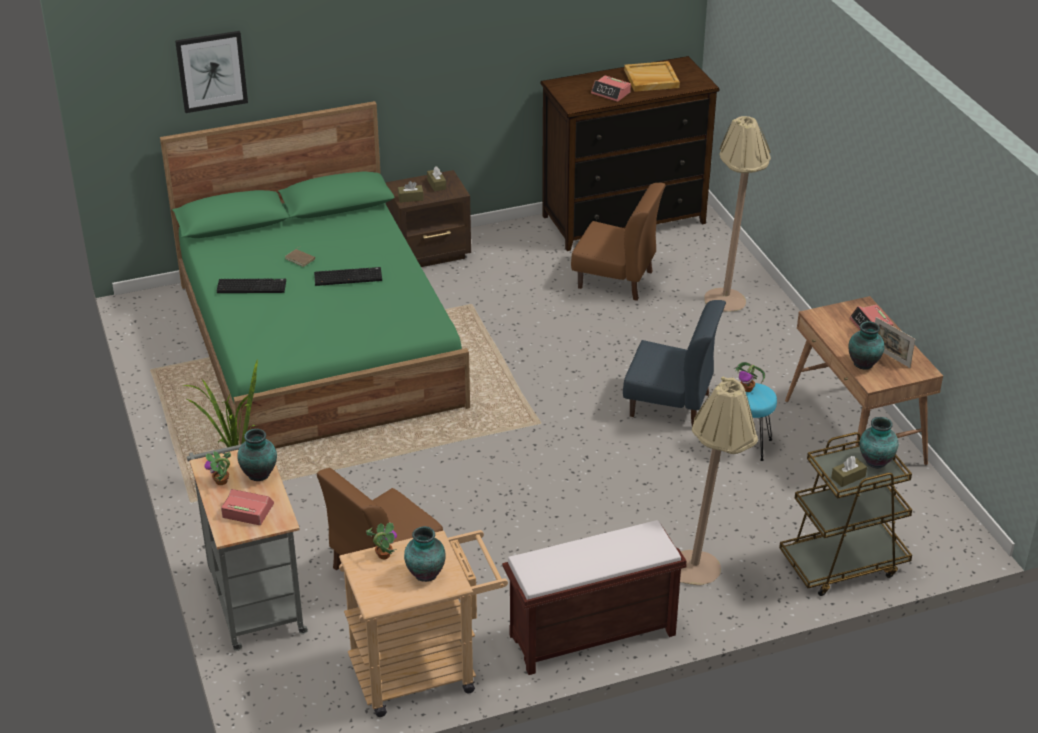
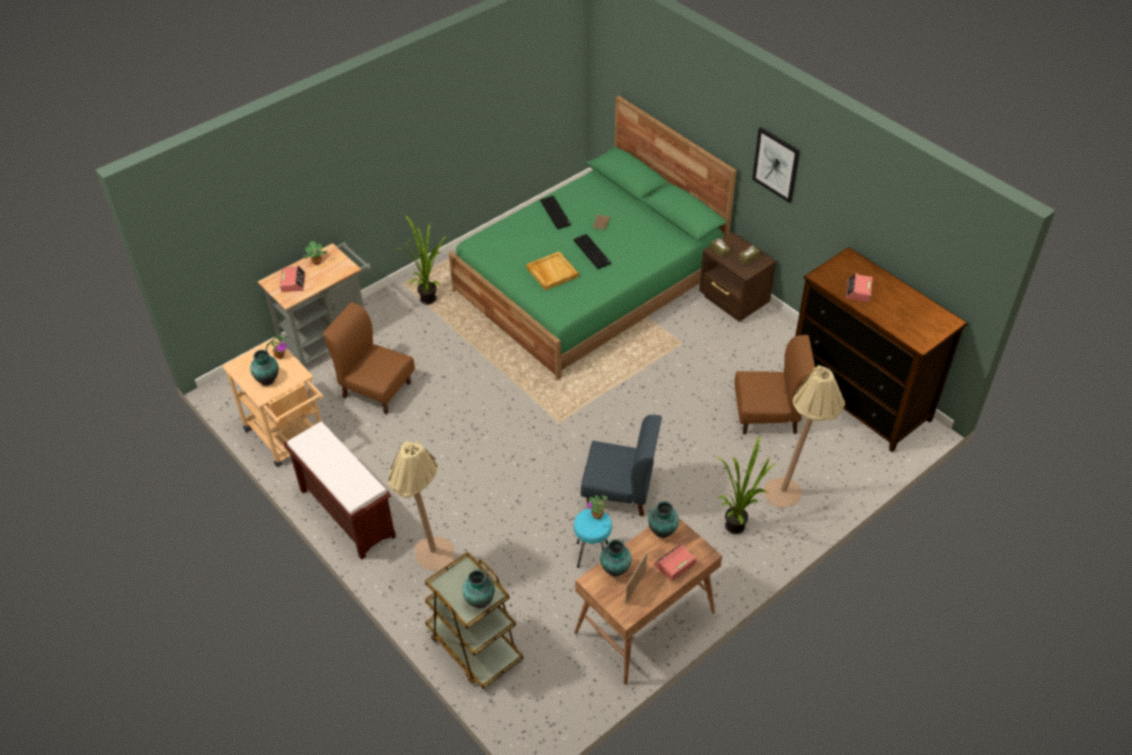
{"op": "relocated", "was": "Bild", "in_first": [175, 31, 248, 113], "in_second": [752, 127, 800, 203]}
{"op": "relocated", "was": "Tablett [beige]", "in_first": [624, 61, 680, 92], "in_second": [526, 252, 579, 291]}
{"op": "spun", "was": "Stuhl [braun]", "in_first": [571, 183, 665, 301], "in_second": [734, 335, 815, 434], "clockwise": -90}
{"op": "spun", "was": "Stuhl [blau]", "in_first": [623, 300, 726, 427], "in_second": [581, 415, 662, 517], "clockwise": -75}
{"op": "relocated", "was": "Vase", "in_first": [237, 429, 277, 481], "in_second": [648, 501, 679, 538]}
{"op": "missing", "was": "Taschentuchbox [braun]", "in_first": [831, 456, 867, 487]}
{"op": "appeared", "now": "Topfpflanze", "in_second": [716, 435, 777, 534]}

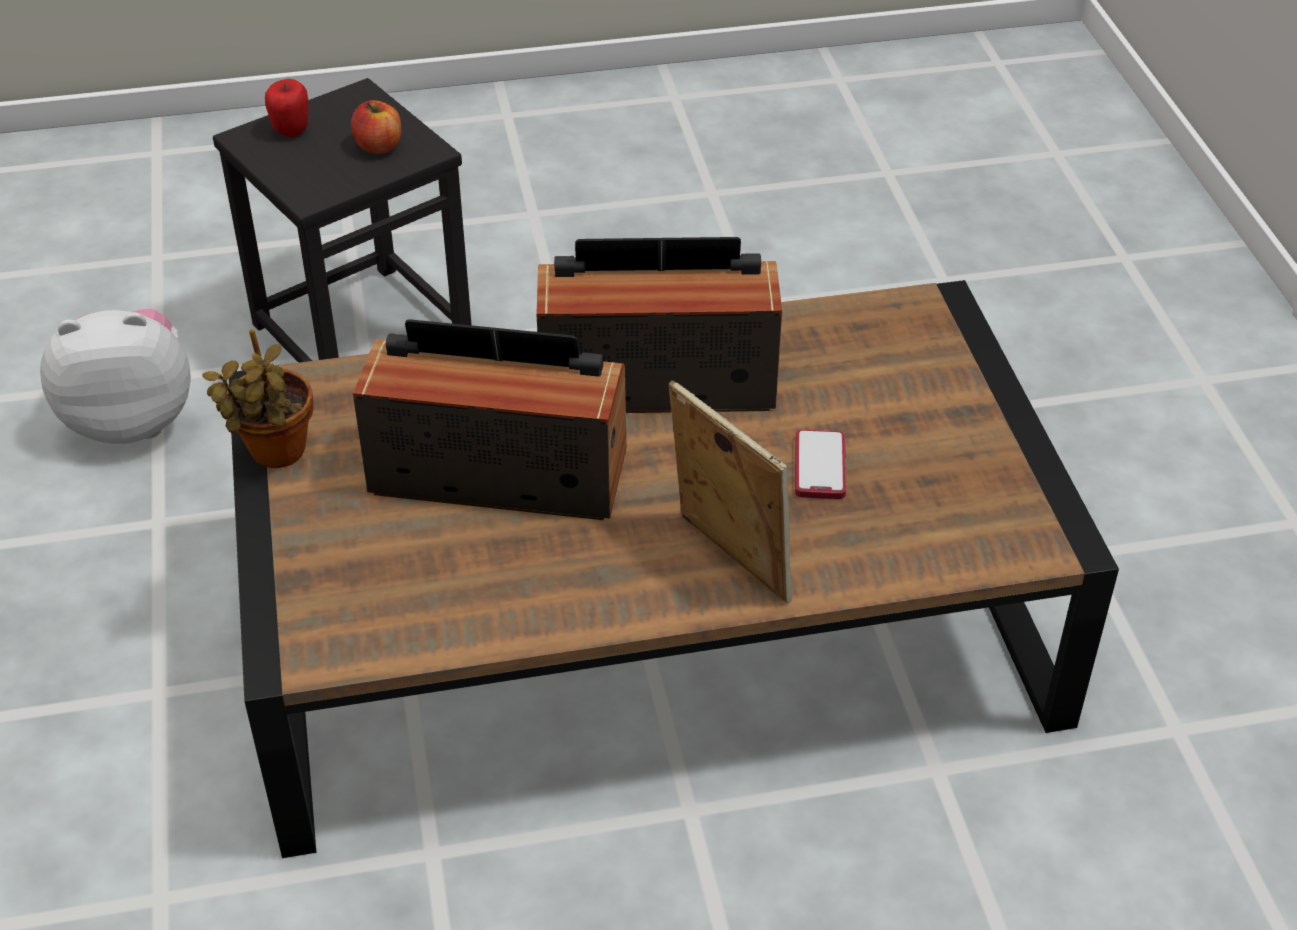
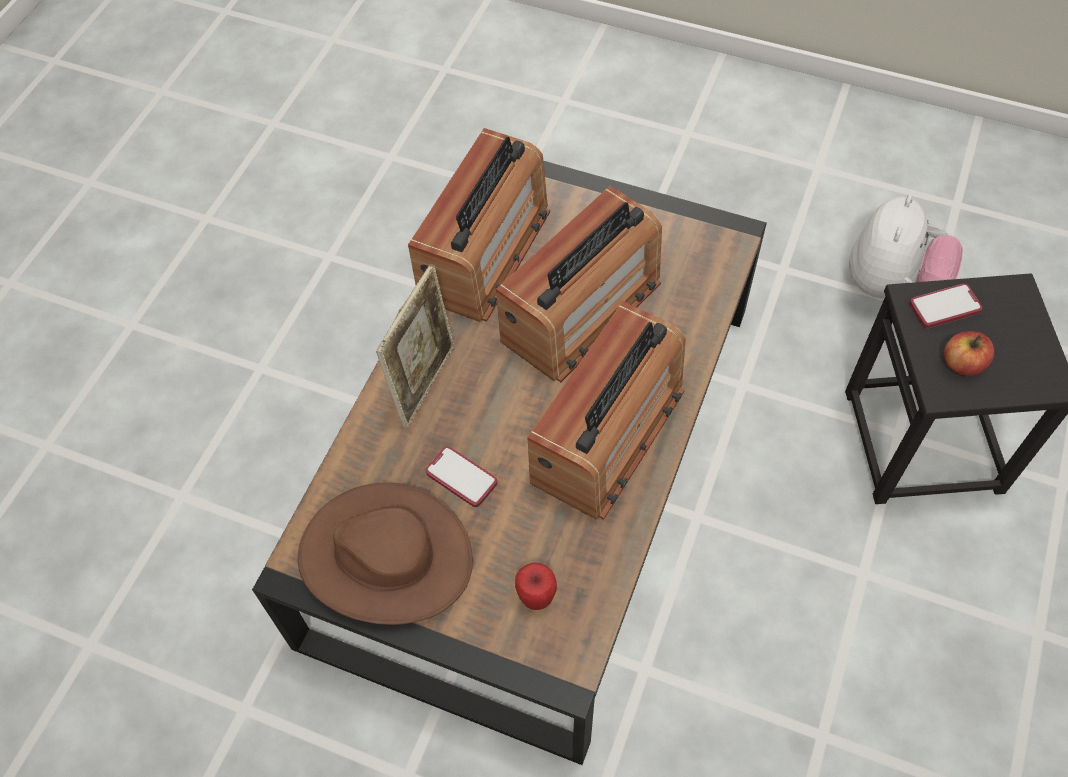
{"op": "relocated", "was": "Apfel", "in_first": [265, 79, 308, 137], "in_second": [515, 562, 557, 610]}
{"op": "missing", "was": "Topfpflanze", "in_first": [202, 329, 313, 468]}
{"op": "spun", "was": "Bilderrahmen", "in_first": [669, 380, 792, 604], "in_second": [376, 264, 454, 428], "clockwise": -60}
{"op": "appeared", "now": "Radio", "in_second": [408, 128, 550, 322]}
{"op": "appeared", "now": "Handy", "in_second": [909, 284, 982, 328]}
{"op": "appeared", "now": "Hut [braun]", "in_second": [298, 482, 473, 625]}

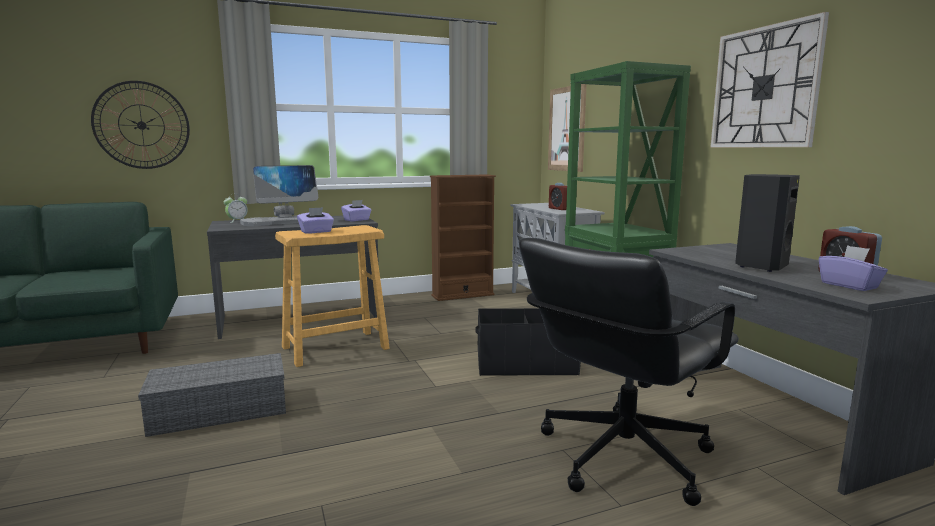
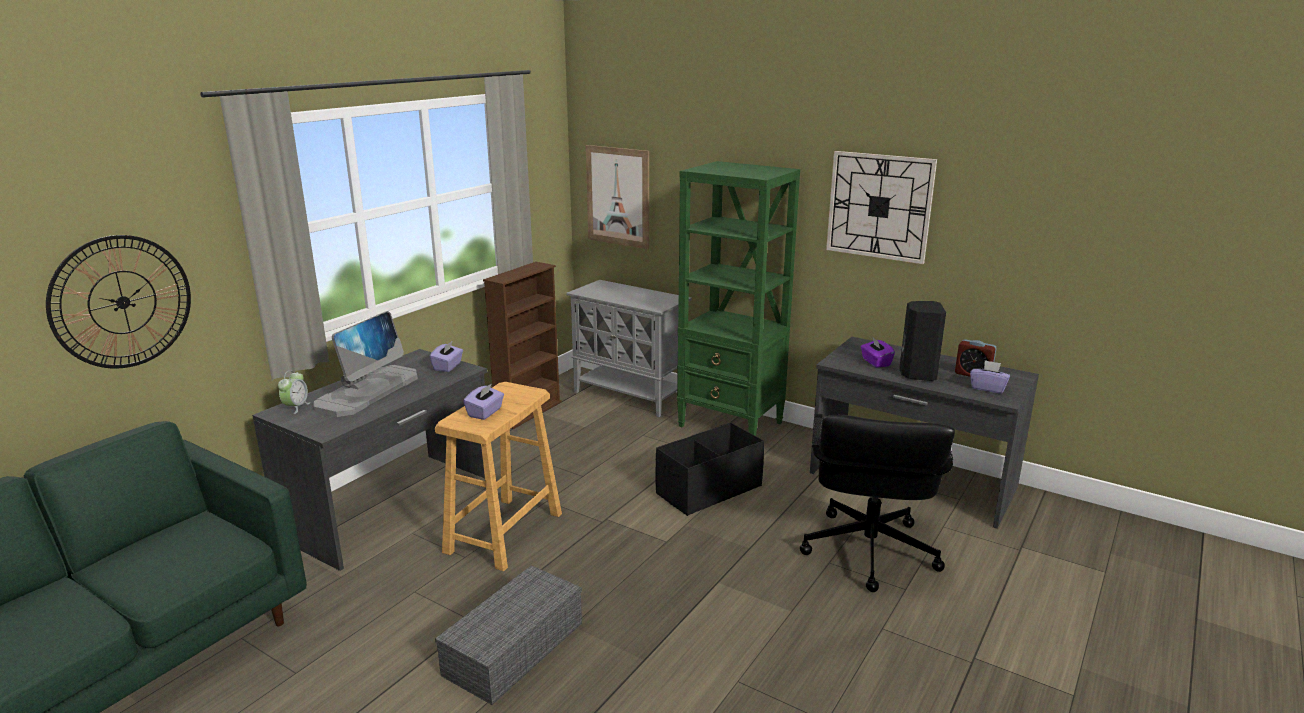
{"op": "missing", "was": "Wecker", "in_first": [549, 183, 567, 210]}
{"op": "appeared", "now": "Taschentuchbox [lila]", "in_second": [861, 336, 895, 368]}

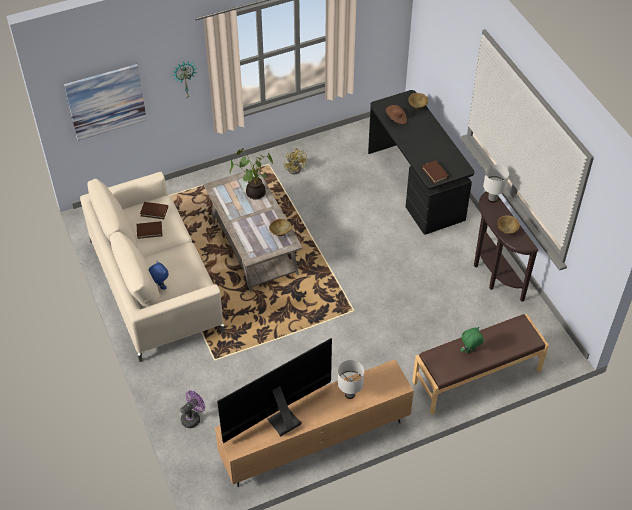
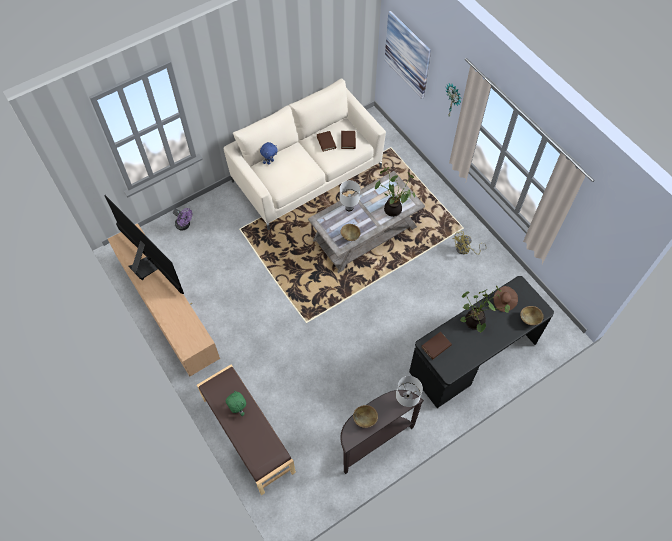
{"op": "relocated", "was": "Tischlampe [weiß]", "in_first": [338, 360, 364, 399], "in_second": [340, 180, 360, 211]}
{"op": "appeared", "now": "Topfpflanze", "in_second": [460, 285, 510, 333]}

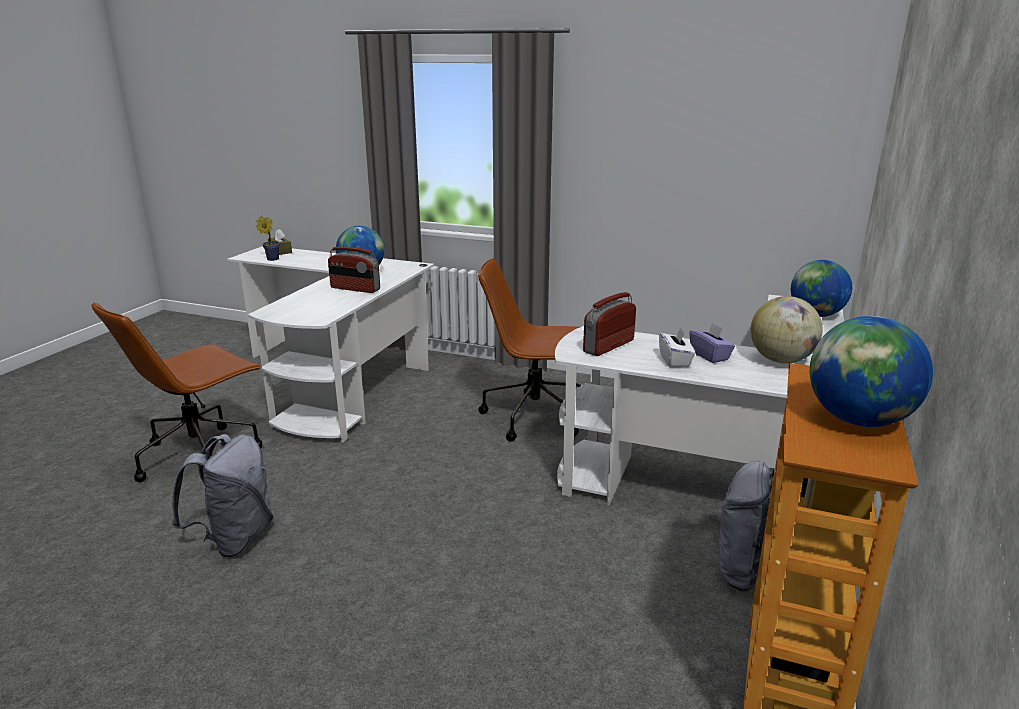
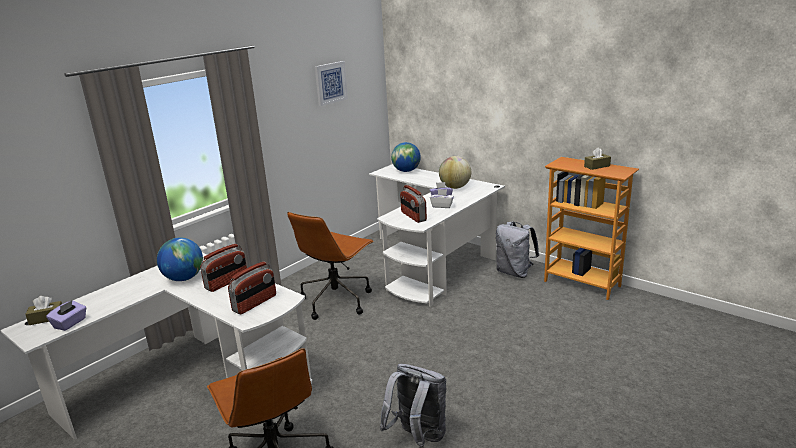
{"op": "exchanged", "was": "Topfpflanze", "now": "Taschentuchbox [lila]", "in_first": [256, 216, 280, 261], "in_second": [46, 300, 86, 331]}
{"op": "exchanged", "was": "Globus", "now": "Taschentuchbox [braun]", "in_first": [810, 316, 933, 427], "in_second": [584, 147, 611, 170]}
{"op": "appeared", "now": "Bild", "in_second": [315, 61, 348, 106]}
{"op": "appeared", "now": "Radio", "in_second": [228, 262, 276, 315]}

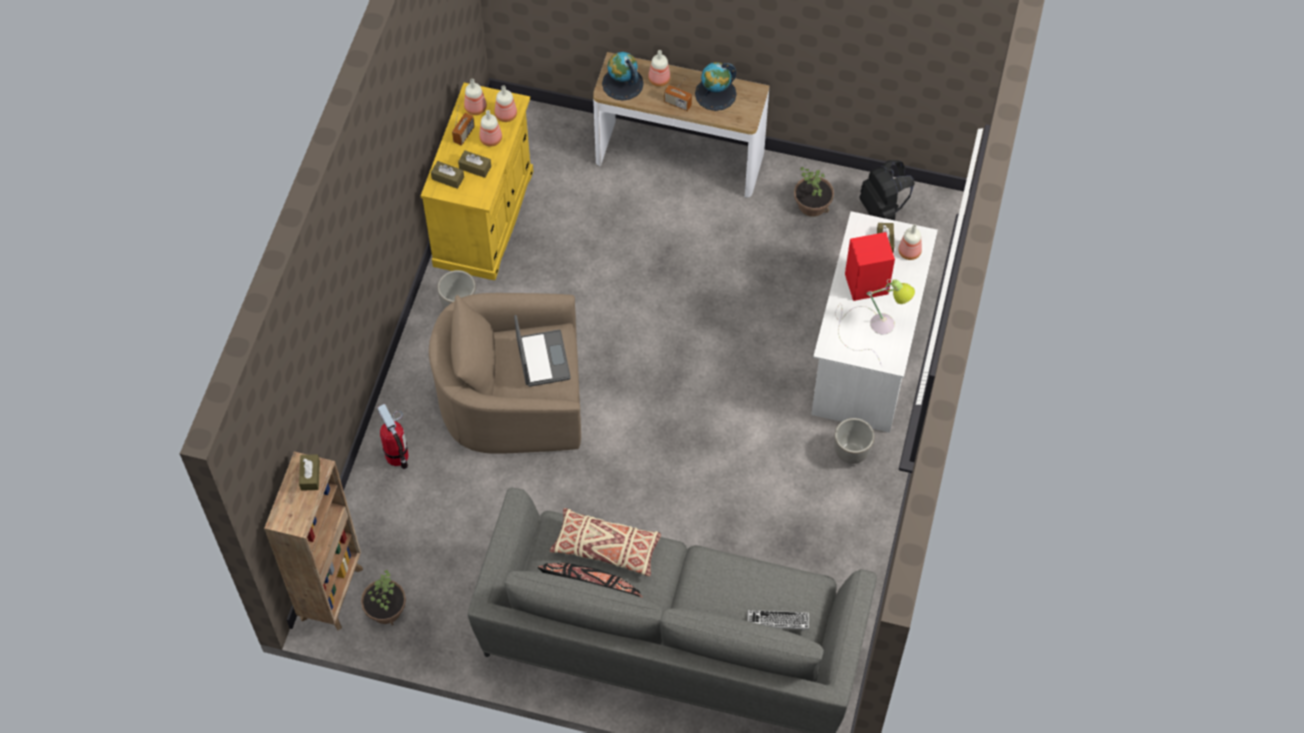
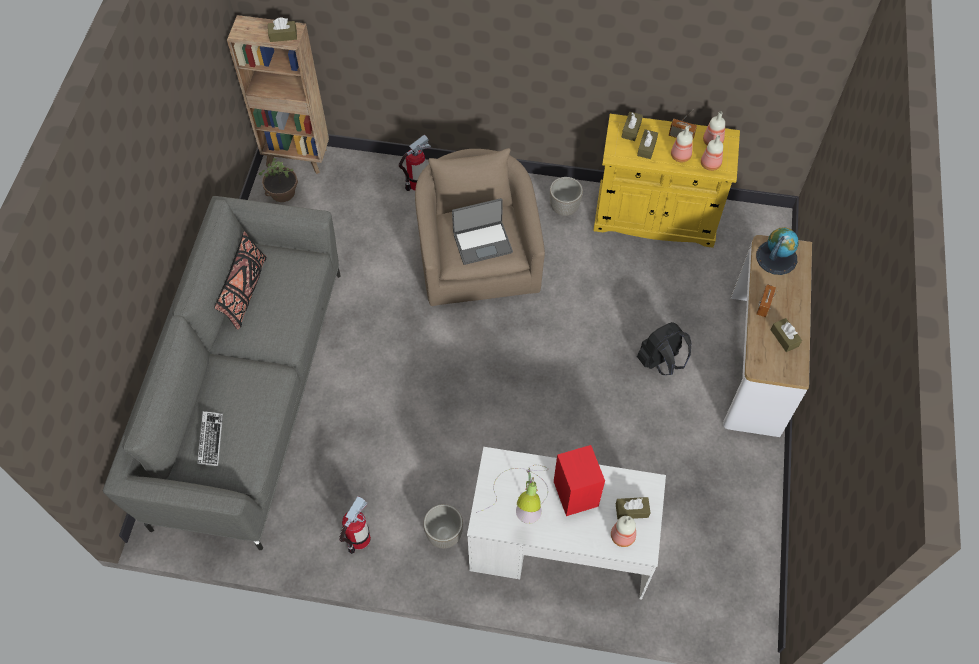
{"op": "missing", "was": "Flasche", "in_first": [648, 50, 670, 87]}
{"op": "exchanged", "was": "Globus", "now": "Taschentuchbox [braun]", "in_first": [695, 62, 737, 111], "in_second": [771, 318, 802, 352]}
{"op": "relocated", "was": "Rucksack [schwarz]", "in_first": [859, 160, 915, 221], "in_second": [637, 322, 691, 375]}
{"op": "missing", "was": "Topfpflanze", "in_first": [794, 167, 834, 217]}
{"op": "missing", "was": "Kissen [beige]", "in_first": [550, 508, 661, 577]}
{"op": "appeared", "now": "Feuerlöscher", "in_second": [339, 496, 371, 554]}

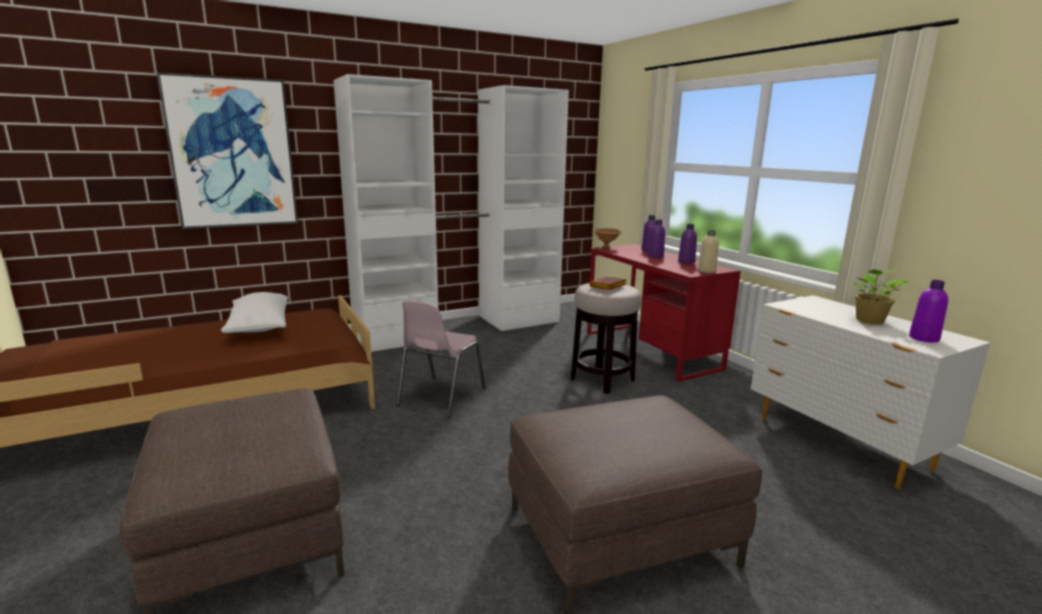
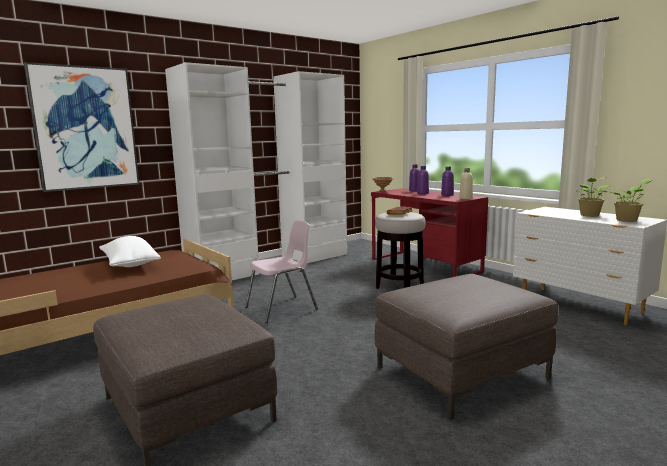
{"op": "exchanged", "was": "Flasche [lila]", "now": "Topfpflanze", "in_first": [909, 280, 948, 343], "in_second": [611, 178, 651, 222]}
{"op": "spun", "was": "Stuhl [rosa]", "in_first": [397, 300, 486, 418], "in_second": [245, 220, 318, 323], "clockwise": -135}

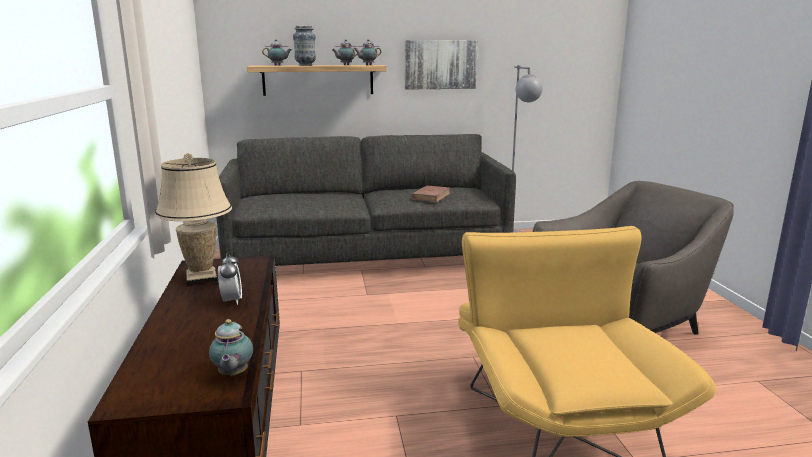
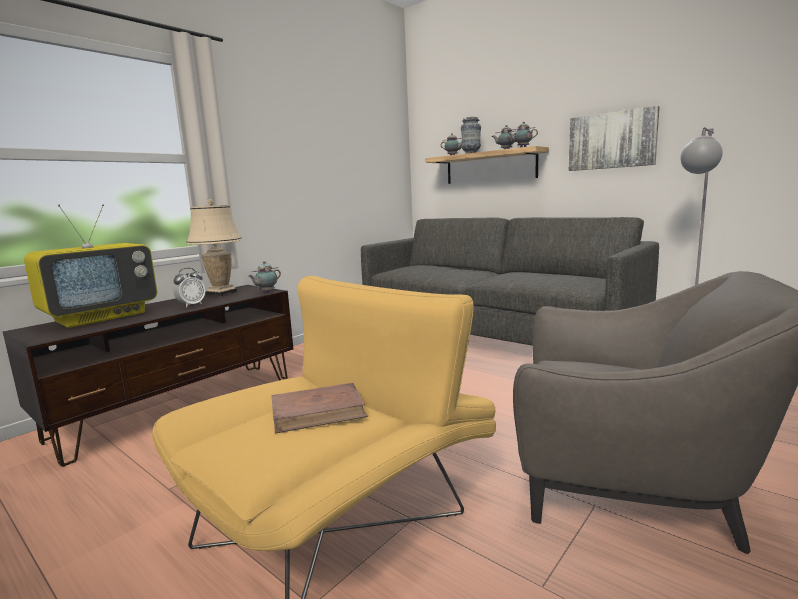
{"op": "relocated", "was": "Buch [braun]", "in_first": [411, 185, 451, 202], "in_second": [271, 383, 368, 434]}
{"op": "relocated", "was": "Teekanne", "in_first": [209, 319, 253, 376], "in_second": [248, 261, 281, 293]}
{"op": "appeared", "now": "Fernseher", "in_second": [24, 204, 157, 328]}

